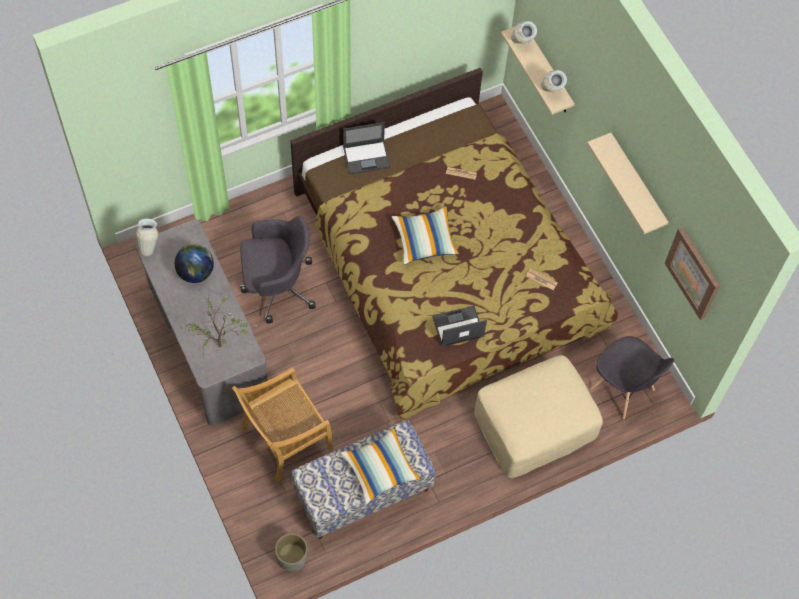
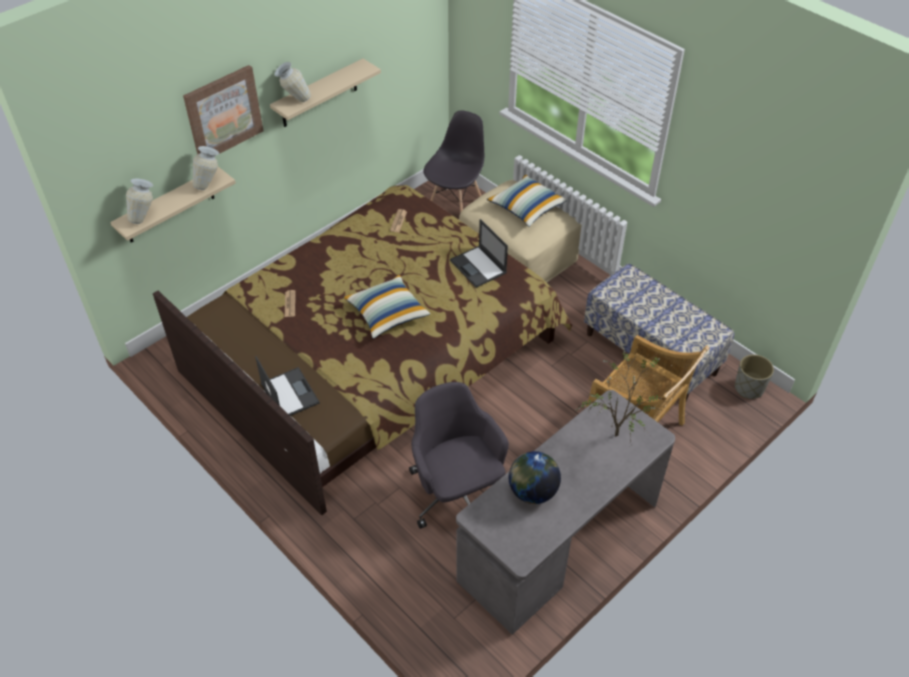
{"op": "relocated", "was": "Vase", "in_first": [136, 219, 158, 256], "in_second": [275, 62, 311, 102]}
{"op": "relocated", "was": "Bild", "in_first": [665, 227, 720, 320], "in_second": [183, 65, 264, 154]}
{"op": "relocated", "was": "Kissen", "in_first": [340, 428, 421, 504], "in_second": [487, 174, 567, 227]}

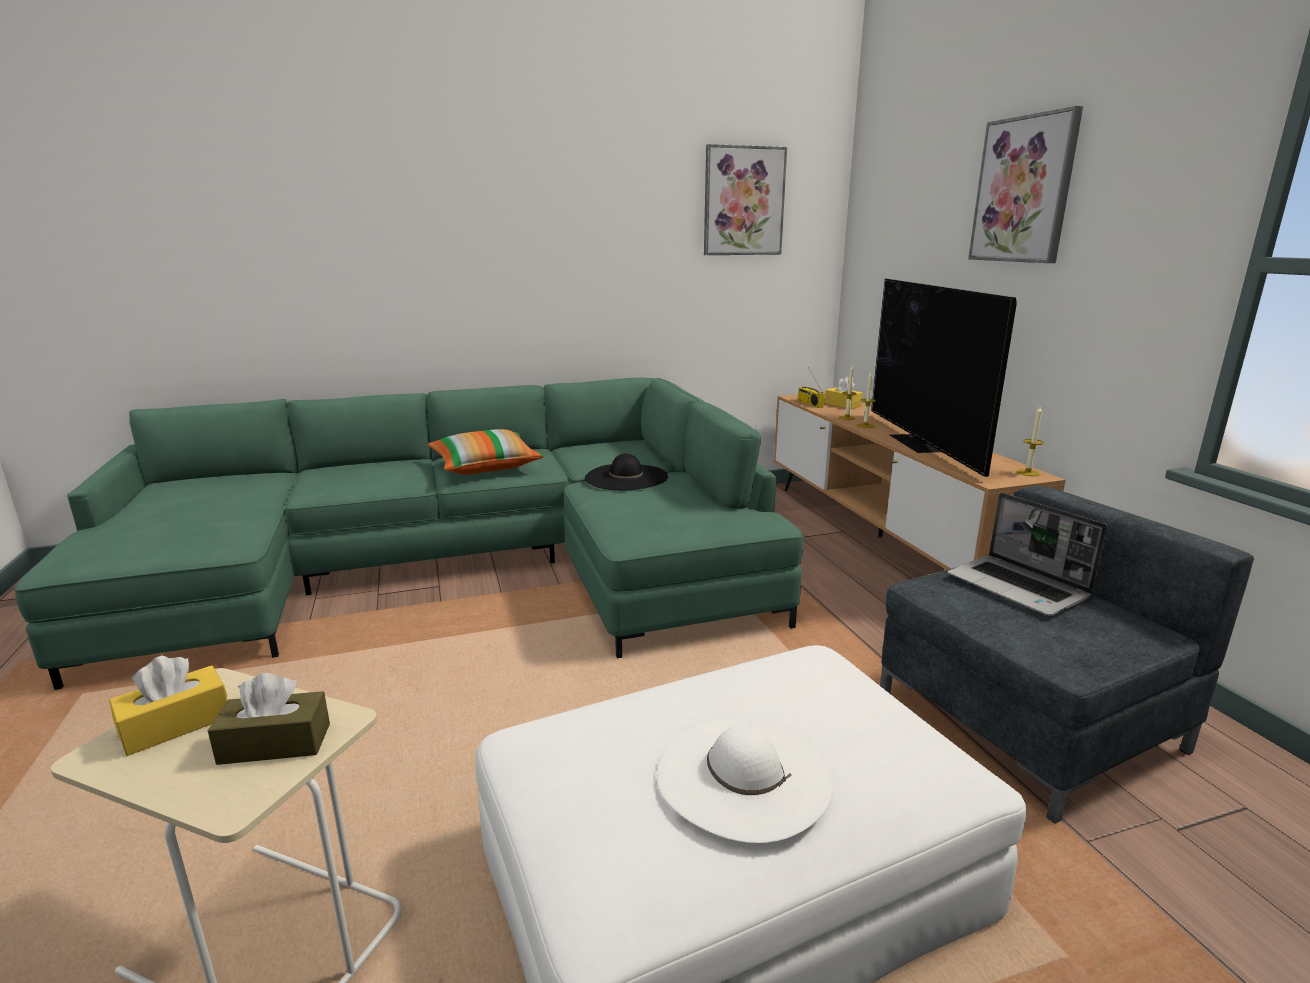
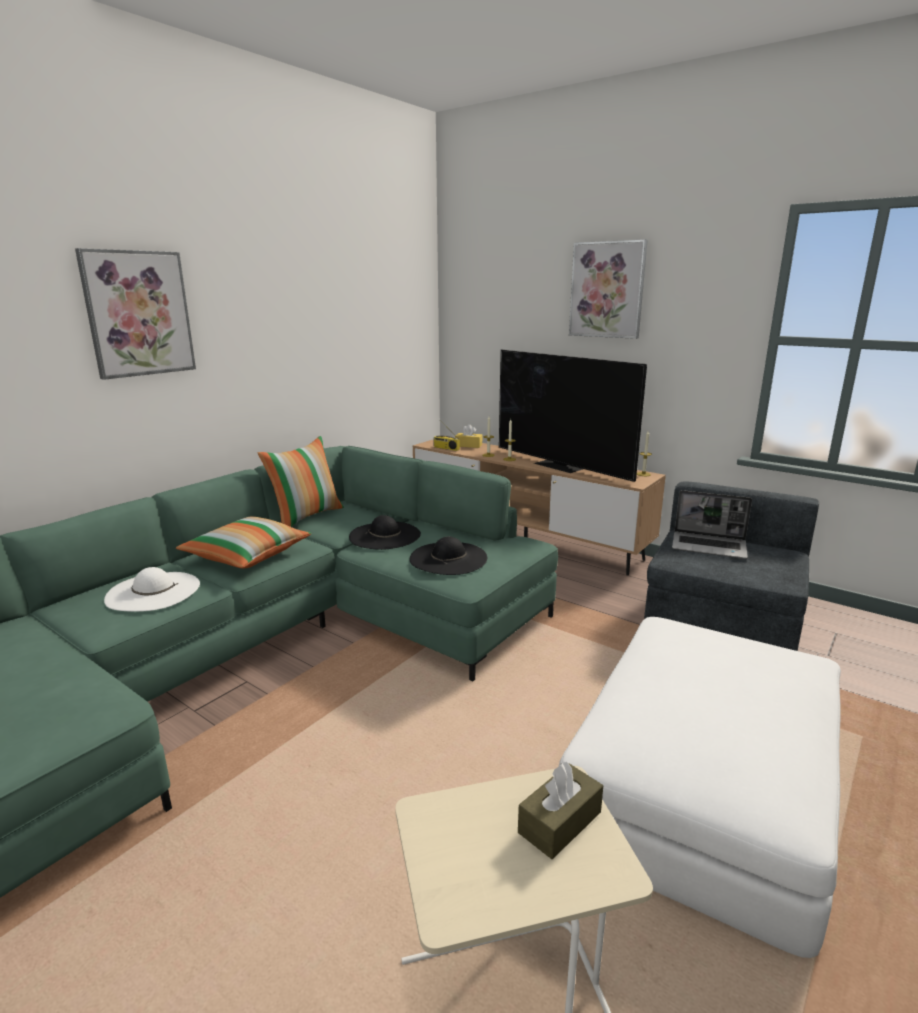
{"op": "relocated", "was": "Bild", "in_first": [704, 144, 787, 255], "in_second": [75, 248, 196, 380]}
{"op": "missing", "was": "Taschentuchbox [gelb]", "in_first": [109, 656, 227, 756]}
{"op": "relocated", "was": "Hut [weiß]", "in_first": [657, 718, 833, 843], "in_second": [104, 567, 200, 612]}
{"op": "appeared", "now": "Kissen", "in_second": [258, 436, 344, 527]}
{"op": "appeared", "now": "Hut [schwarz]", "in_second": [409, 537, 487, 575]}

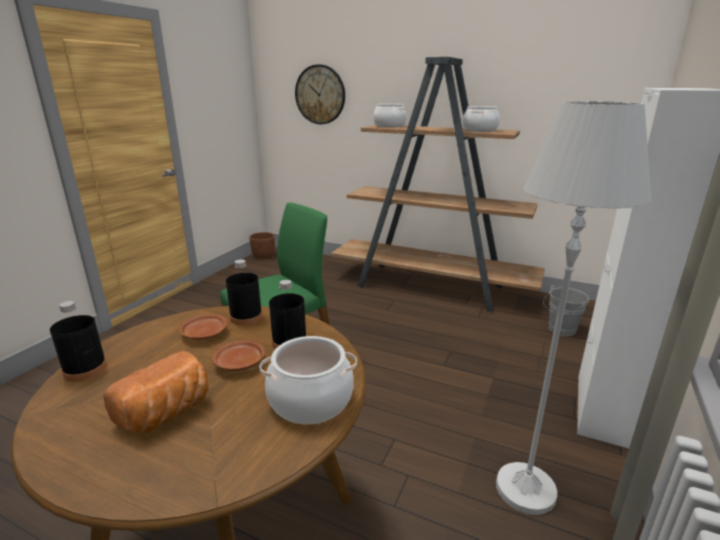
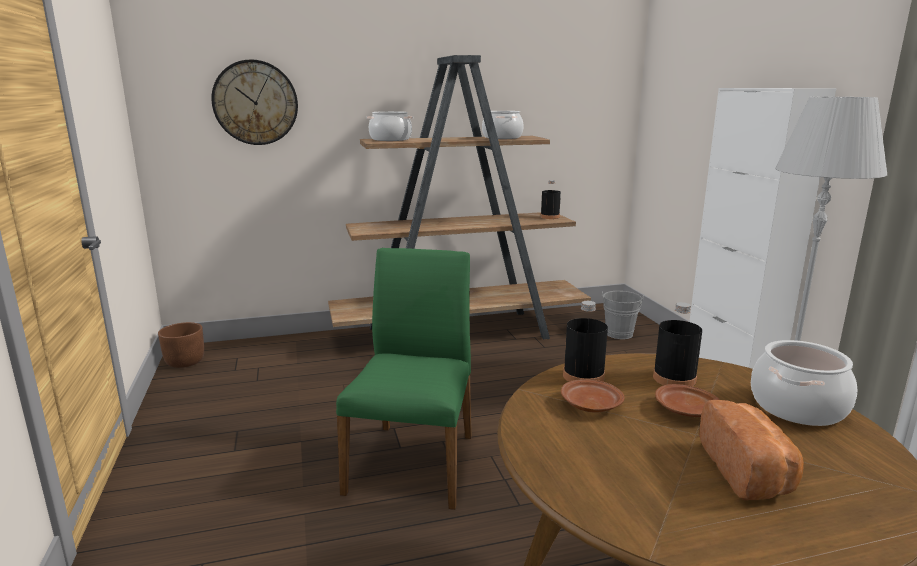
{"op": "relocated", "was": "Flasche [schwarz]", "in_first": [50, 301, 107, 381], "in_second": [541, 180, 561, 219]}

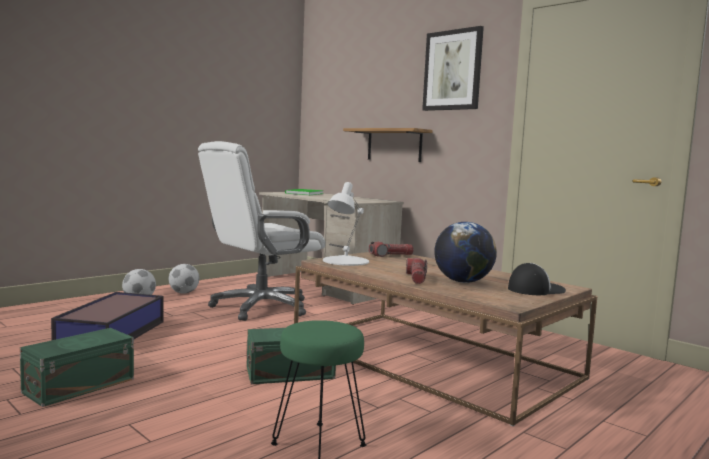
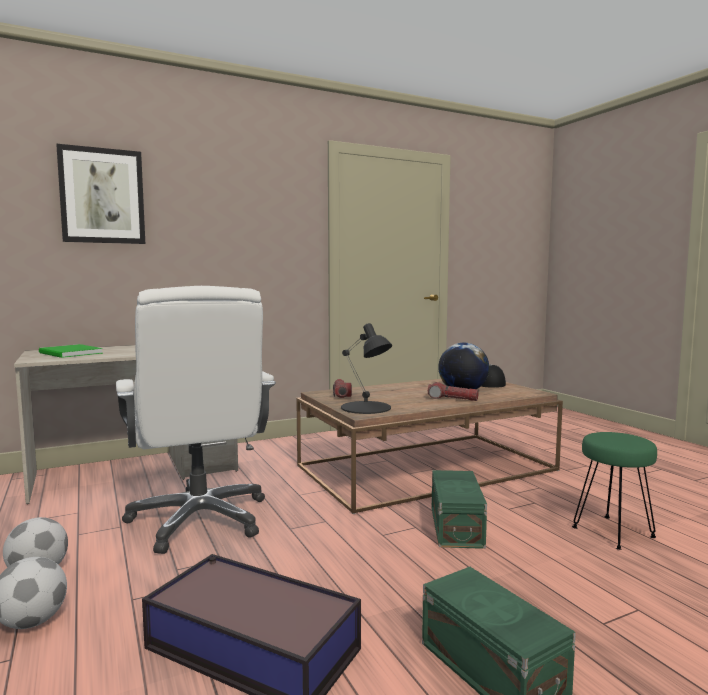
{"op": "relocated", "was": "Bild", "in_first": [422, 26, 484, 111], "in_second": [56, 144, 145, 244]}
{"op": "missing", "was": "Wandregal", "in_first": [343, 128, 433, 162]}
{"op": "colour", "was": "Tischlampe [weiß]", "now": "Tischlampe [schwarz]", "in_first": [323, 182, 369, 266], "in_second": [341, 323, 392, 414]}

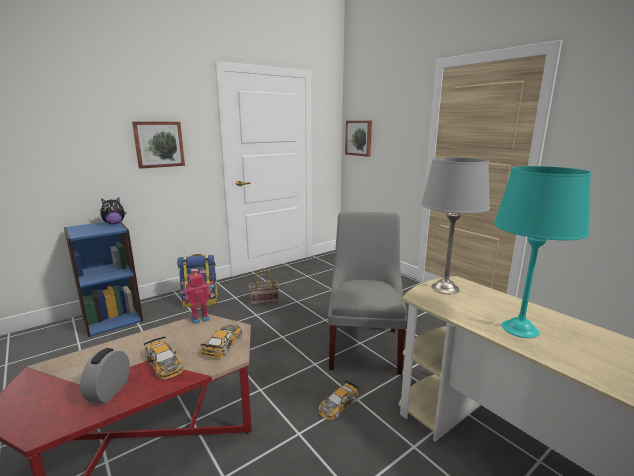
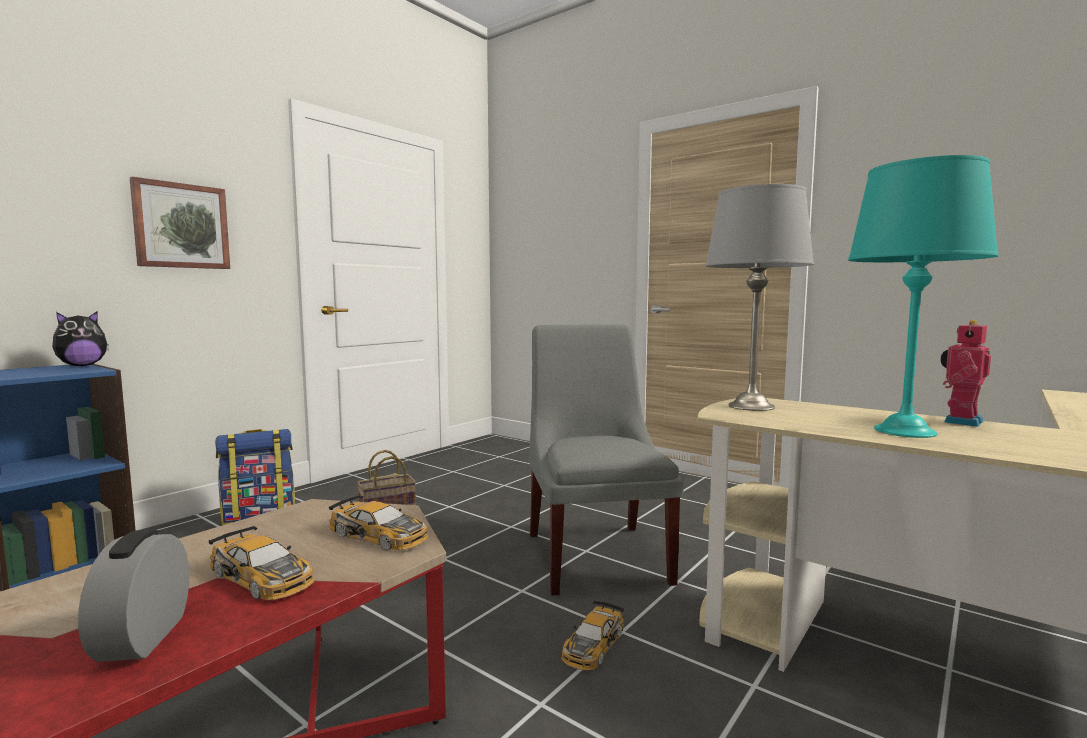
{"op": "missing", "was": "Bild", "in_first": [345, 120, 372, 157]}
{"op": "relocated", "was": "Spielzeugroboter", "in_first": [184, 273, 211, 324], "in_second": [941, 320, 991, 427]}
{"op": "spun", "was": "Spielzeugauto", "in_first": [201, 325, 243, 358], "in_second": [329, 495, 429, 550], "clockwise": 120}

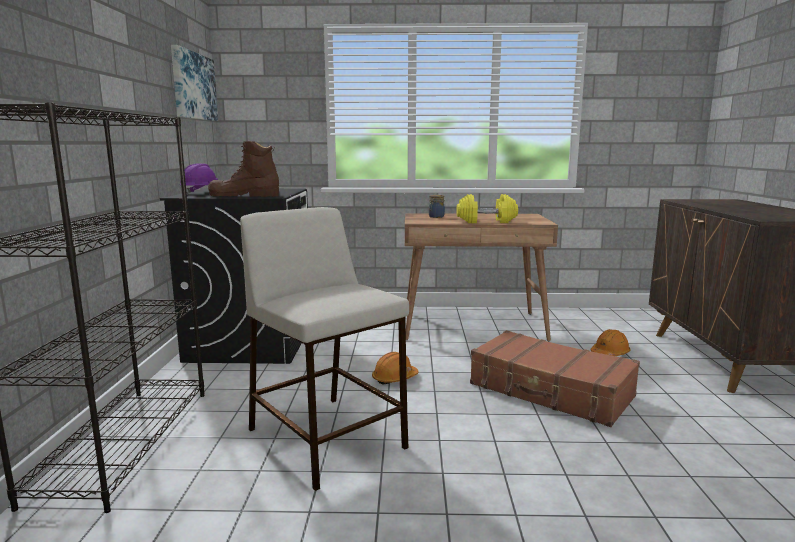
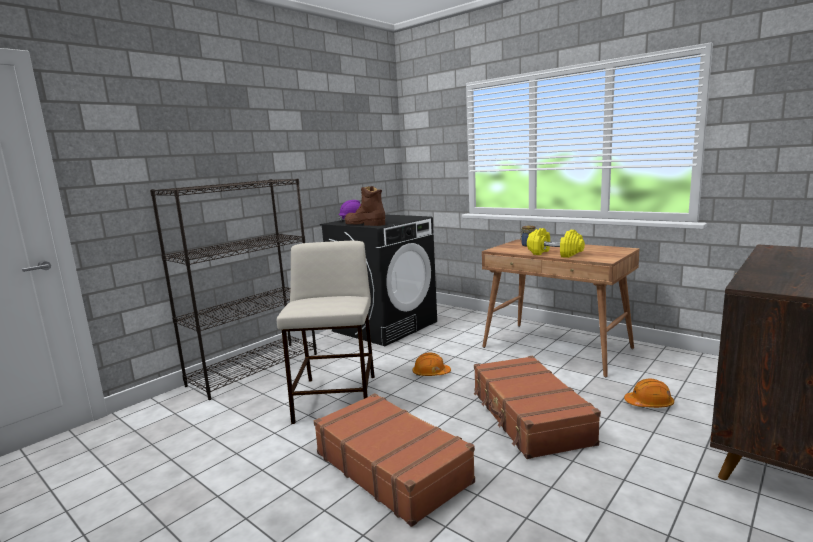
{"op": "missing", "was": "Bild", "in_first": [171, 45, 218, 121]}
{"op": "appeared", "now": "Koffer [braun]", "in_second": [314, 393, 475, 527]}

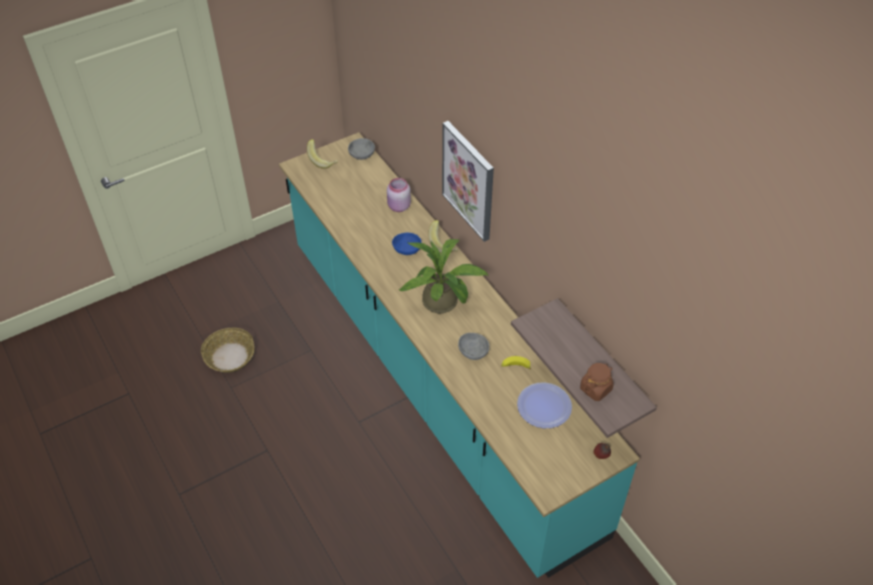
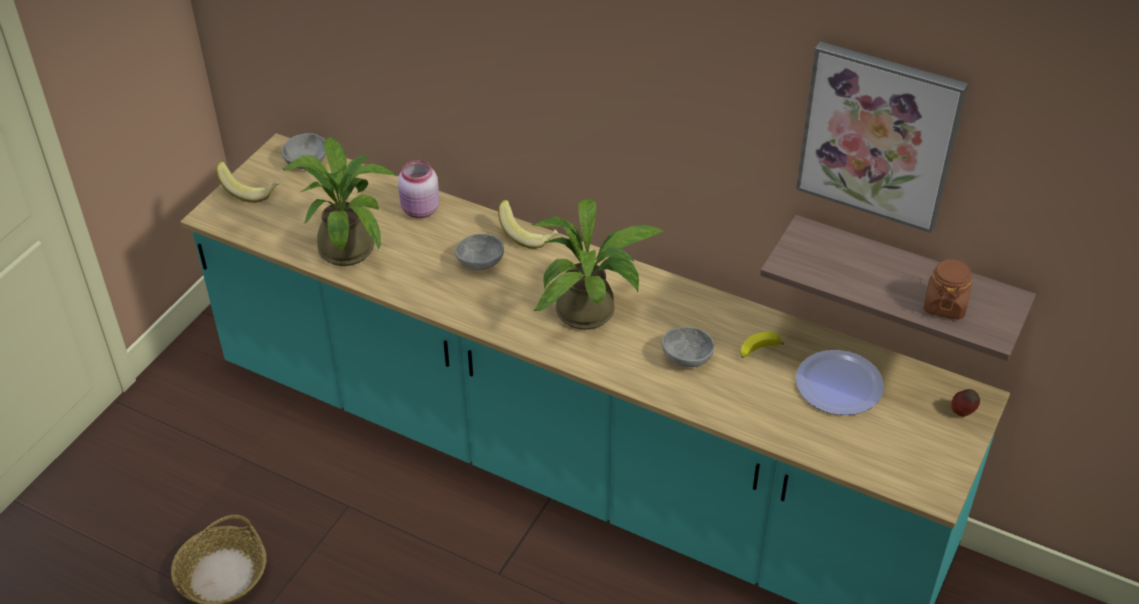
{"op": "relocated", "was": "Bild", "in_first": [442, 121, 494, 242], "in_second": [796, 42, 968, 233]}
{"op": "colour", "was": "Schüssel [blau]", "now": "Schüssel [grau]", "in_first": [392, 232, 422, 255], "in_second": [455, 234, 504, 270]}
{"op": "appeared", "now": "Topfpflanze", "in_second": [282, 136, 396, 266]}

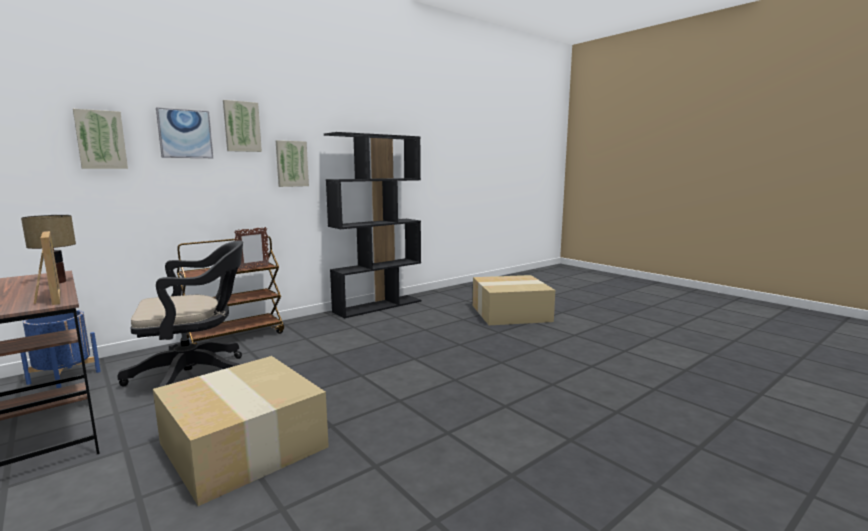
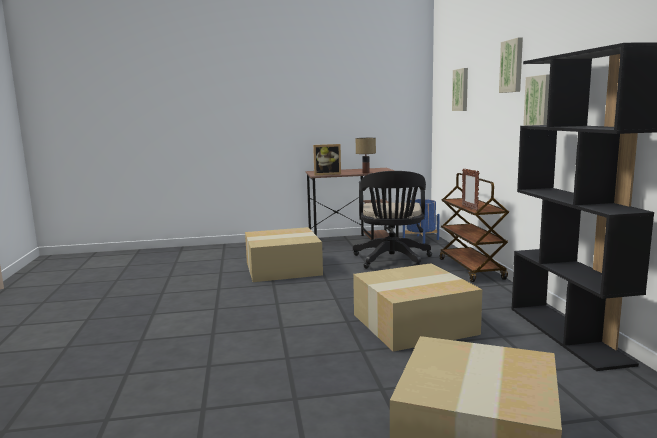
{"op": "missing", "was": "Bild", "in_first": [156, 107, 213, 158]}
{"op": "appeared", "now": "Karton", "in_second": [353, 263, 482, 352]}

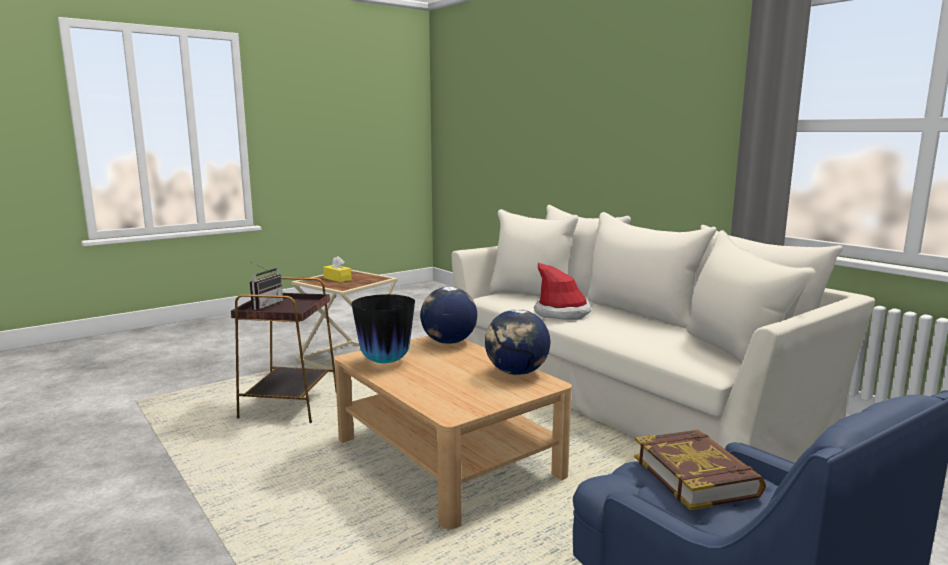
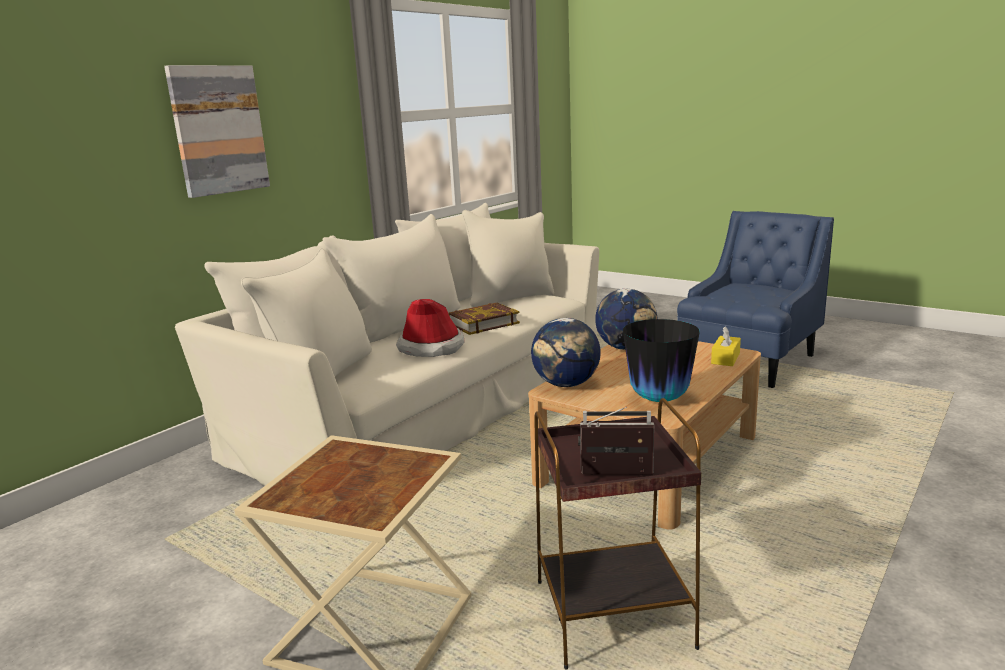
{"op": "relocated", "was": "Taschentuchbox [gelb]", "in_first": [323, 256, 352, 282], "in_second": [711, 326, 741, 366]}
{"op": "relocated", "was": "Buch", "in_first": [634, 430, 766, 510], "in_second": [448, 303, 520, 335]}
{"op": "appeared", "now": "Bild", "in_second": [164, 65, 270, 198]}

